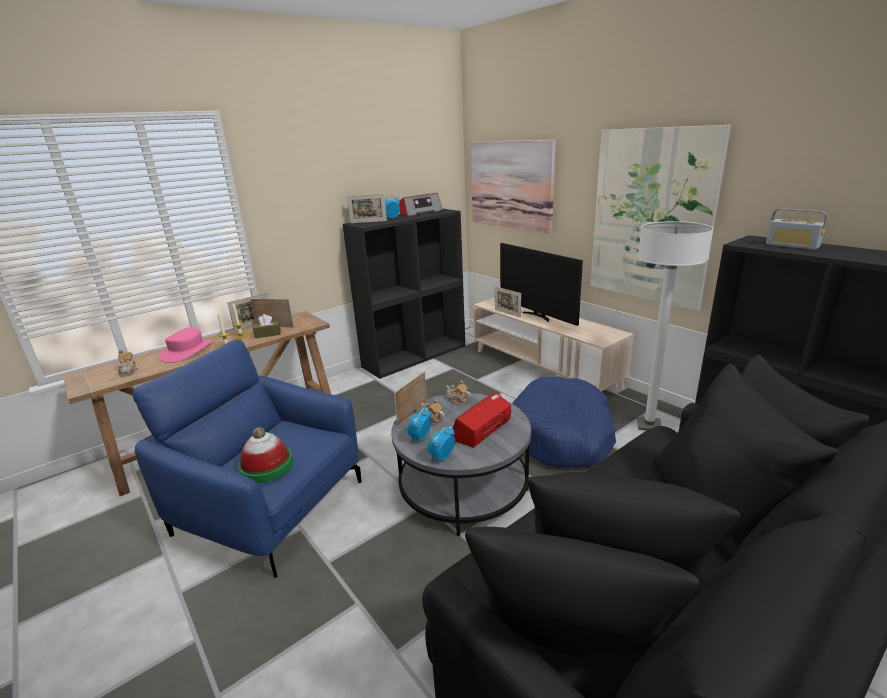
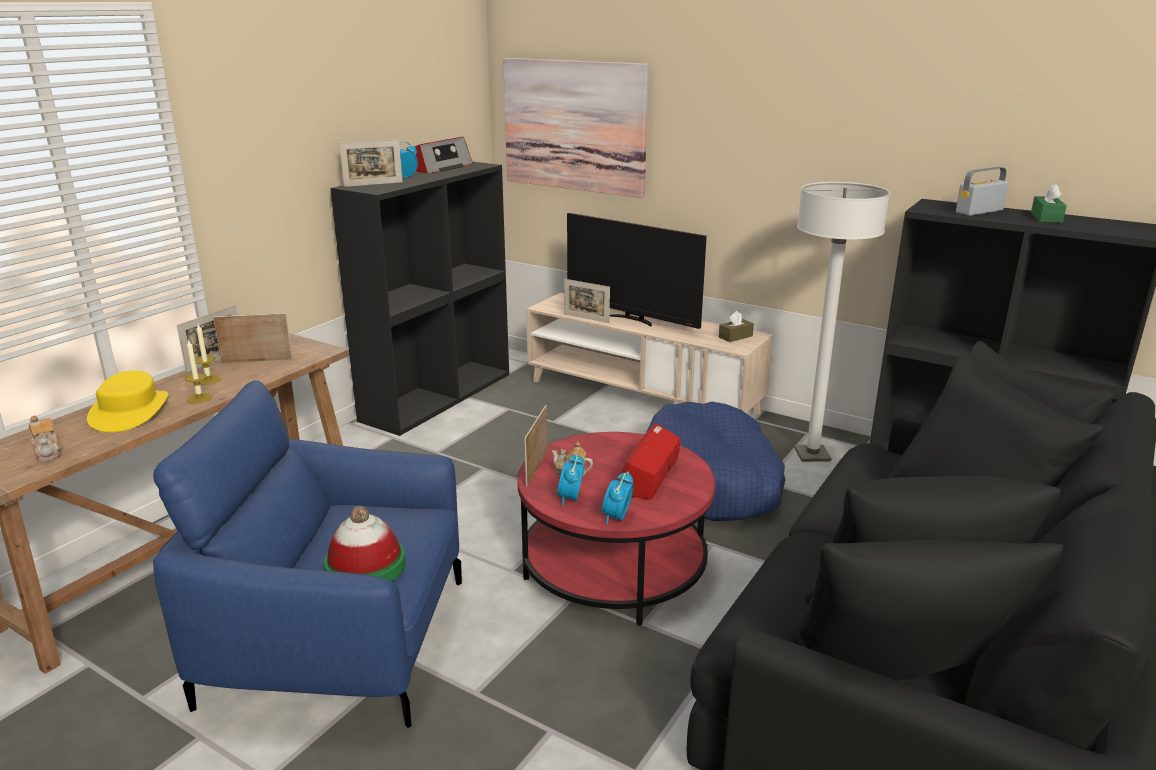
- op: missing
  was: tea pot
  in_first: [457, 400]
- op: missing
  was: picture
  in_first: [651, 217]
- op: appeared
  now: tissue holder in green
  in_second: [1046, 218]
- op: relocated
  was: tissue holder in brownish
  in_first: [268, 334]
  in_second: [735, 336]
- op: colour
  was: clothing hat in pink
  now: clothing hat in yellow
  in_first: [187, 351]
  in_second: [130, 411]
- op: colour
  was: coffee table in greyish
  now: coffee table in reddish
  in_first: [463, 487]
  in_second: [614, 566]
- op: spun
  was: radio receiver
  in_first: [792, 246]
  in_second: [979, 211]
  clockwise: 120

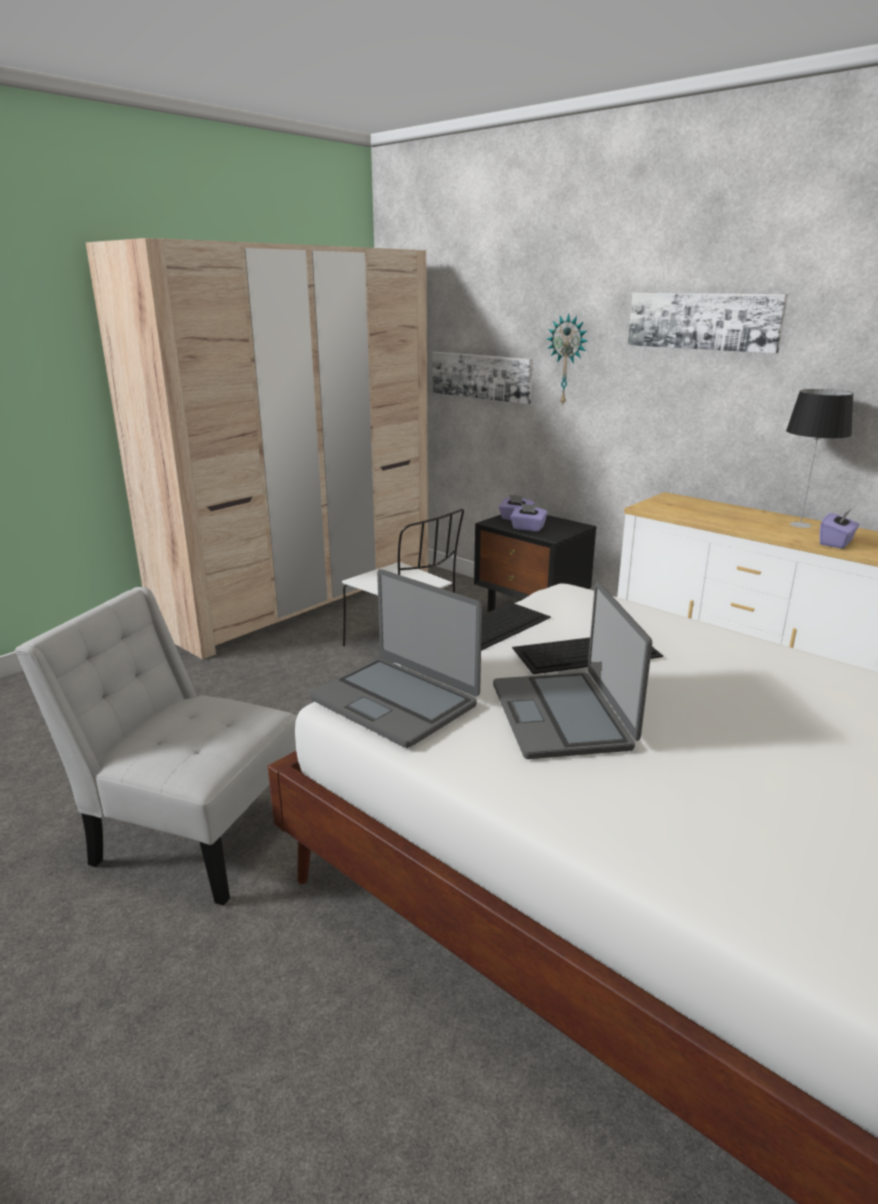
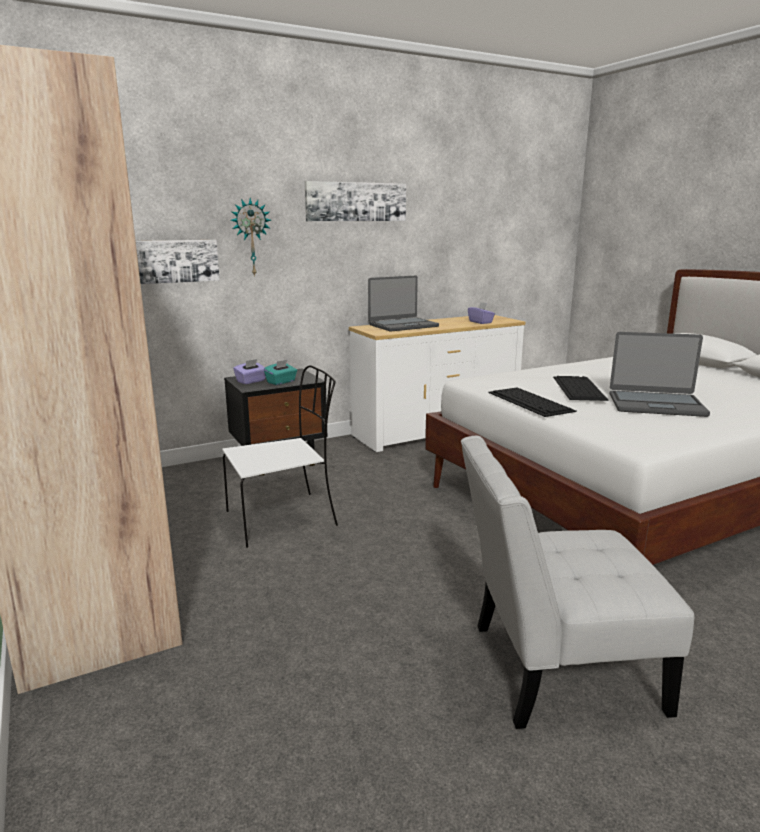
- op: missing
  was: tabletop lamp
  in_first: [799, 525]
- op: relocated
  was: portable computer
  in_first: [395, 701]
  in_second: [403, 325]
- op: colour
  was: tissue holder in purple-coloured
  now: tissue holder in turquoise-coloured
  in_first: [528, 528]
  in_second: [281, 382]
- op: spun
  was: plain chair in white
  in_first: [191, 832]
  in_second: [554, 668]
  clockwise: 45

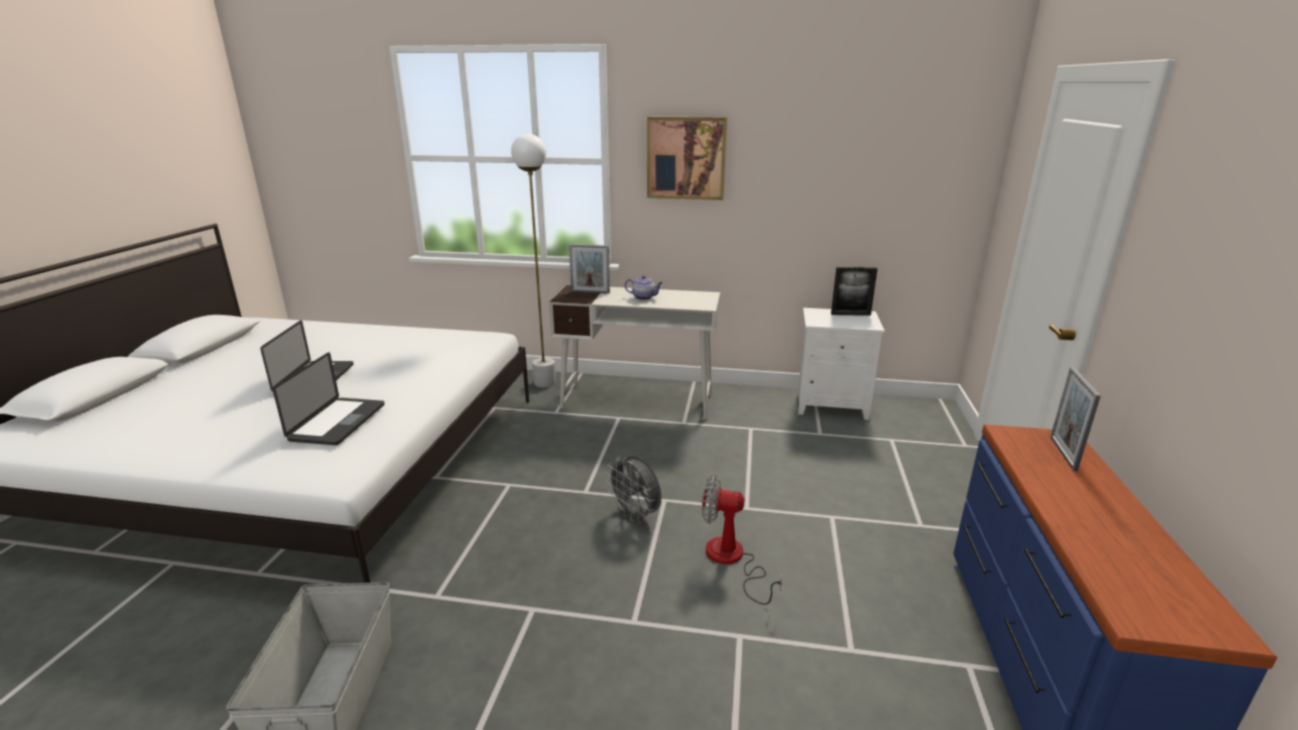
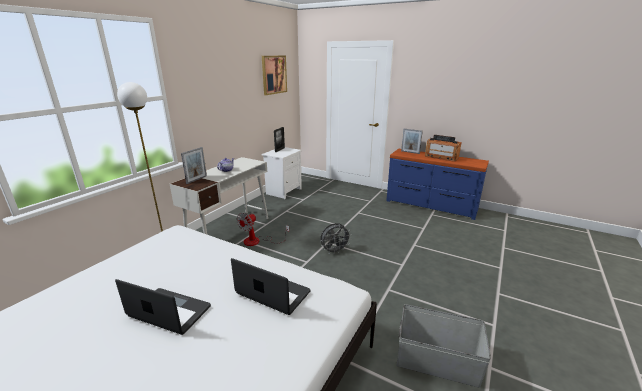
- op: appeared
  now: radio receiver
  in_second: [441, 157]
- op: relocated
  was: picture
  in_first: [686, 158]
  in_second: [274, 74]
- op: relocated
  was: electric fan
  in_first: [732, 560]
  in_second: [257, 241]

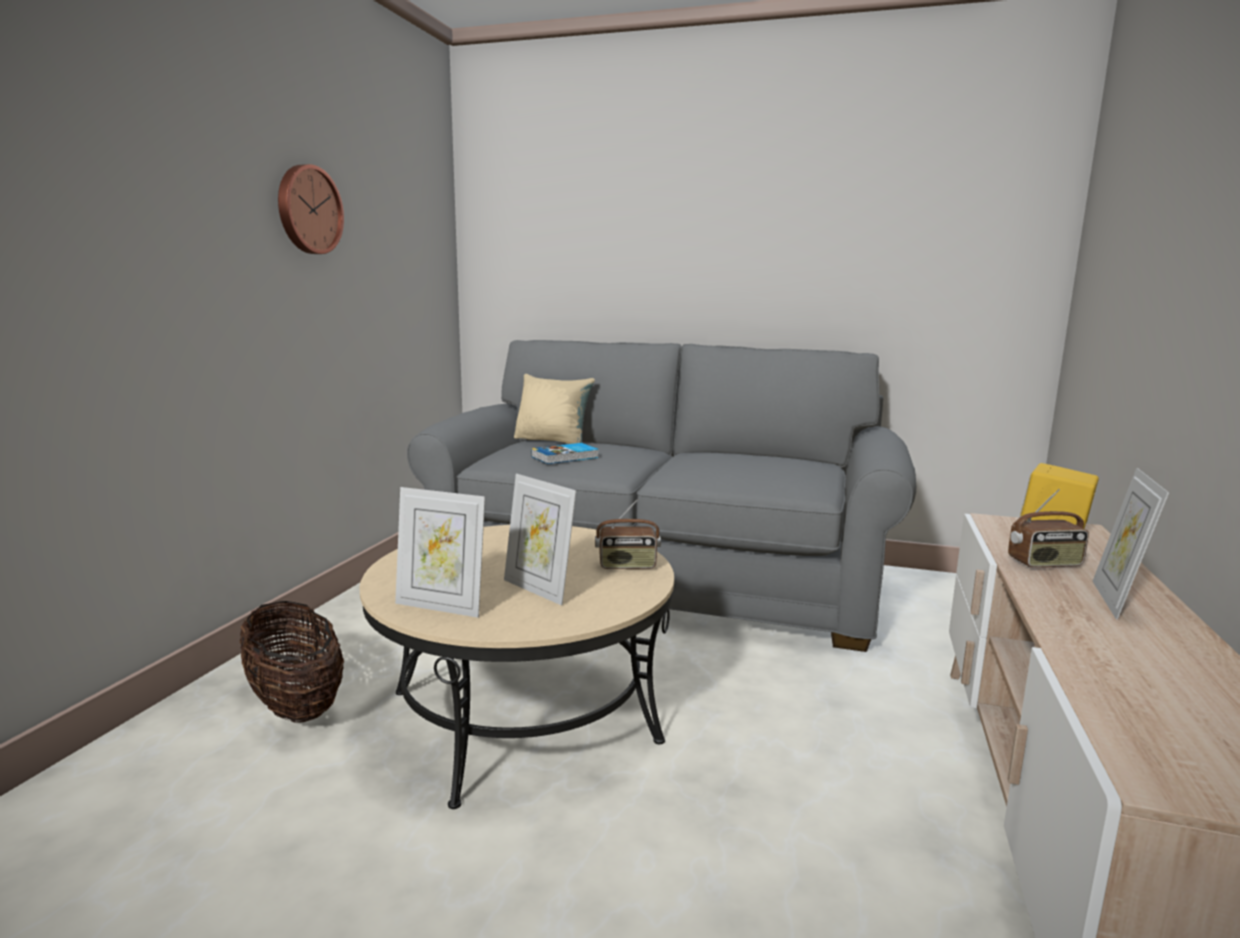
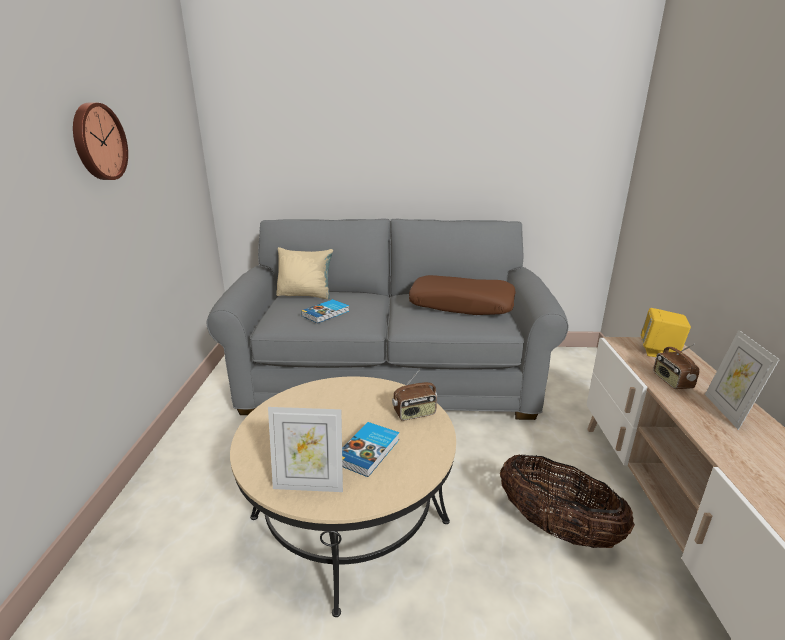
- op: appeared
  now: cushion in brownish
  in_second: [461, 305]
- op: relocated
  was: basket
  in_first: [295, 704]
  in_second: [556, 527]
- op: exchanged
  was: picture frame
  now: volume
  in_first: [538, 589]
  in_second: [369, 451]
- op: spun
  was: radio receiver
  in_first: [1045, 563]
  in_second: [671, 381]
  clockwise: 105

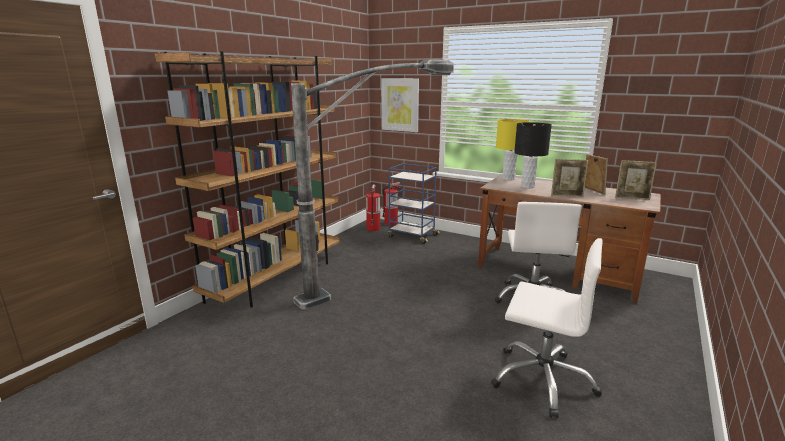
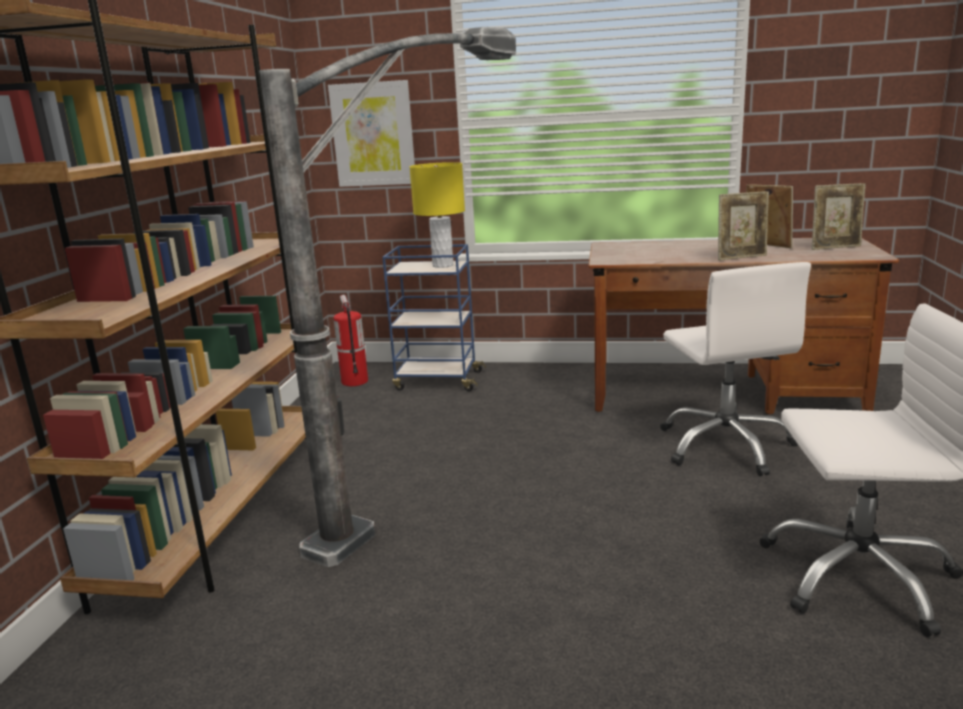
- op: missing
  was: fire extinguisher
  in_first: [391, 223]
- op: missing
  was: tabletop lamp in black
  in_first: [527, 186]
- op: relocated
  was: tabletop lamp in yellow
  in_first: [508, 179]
  in_second: [443, 265]

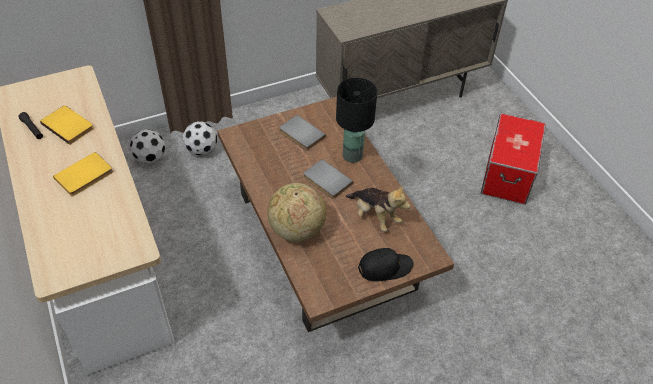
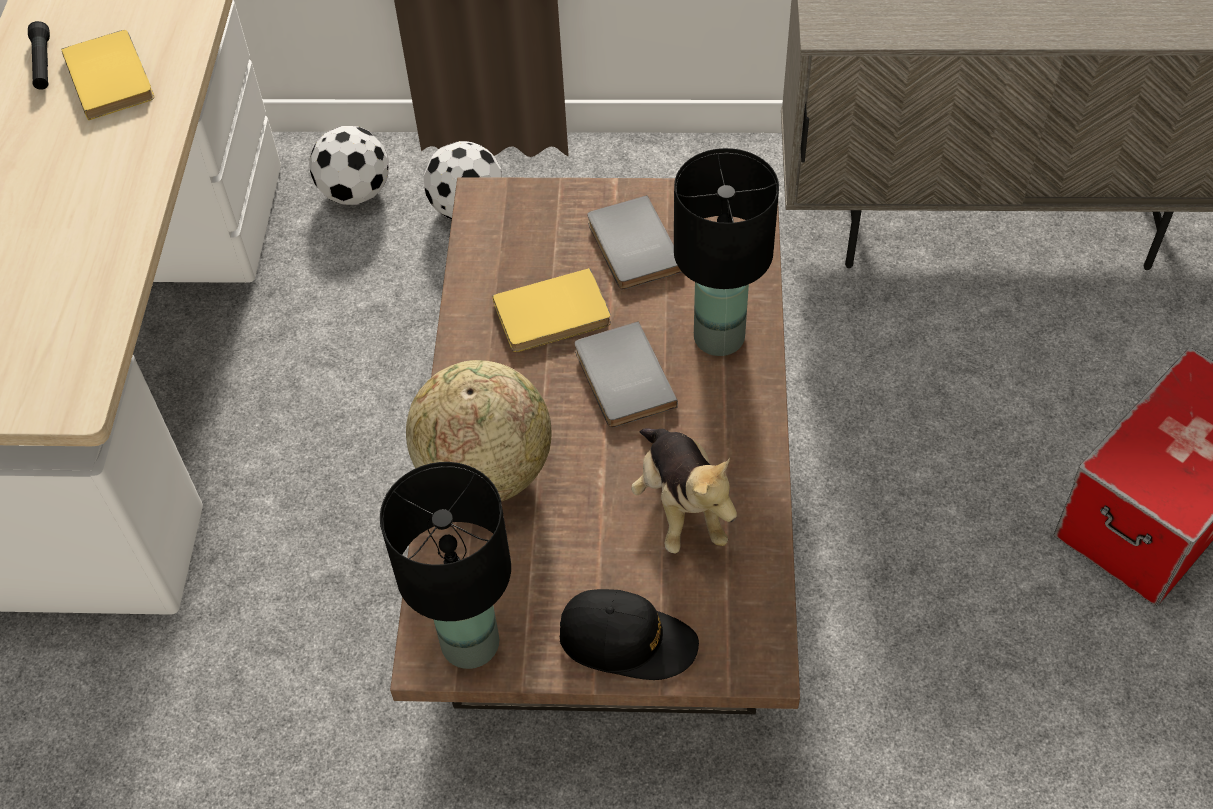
- op: appeared
  now: tabletop lamp in black
  in_second: [468, 643]
- op: relocated
  was: volume in yellow
  in_first: [85, 176]
  in_second: [553, 316]

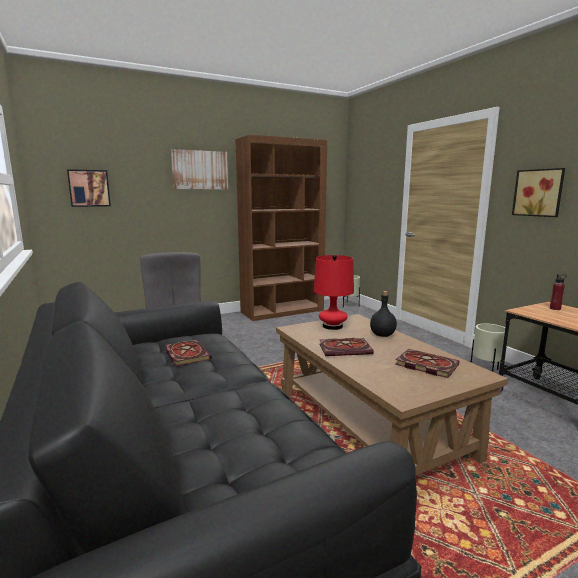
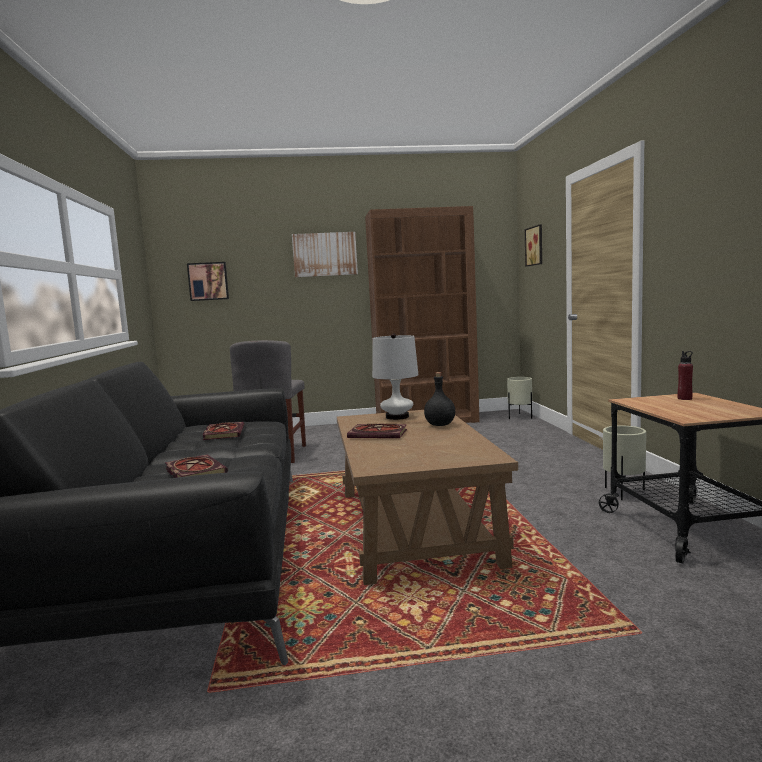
- op: relocated
  was: volume
  in_first: [424, 365]
  in_second: [193, 471]
- op: relocated
  was: picture
  in_first: [539, 192]
  in_second: [535, 246]
- op: colour
  was: tabletop lamp in reddish
  now: tabletop lamp in white
  in_first: [332, 326]
  in_second: [397, 417]

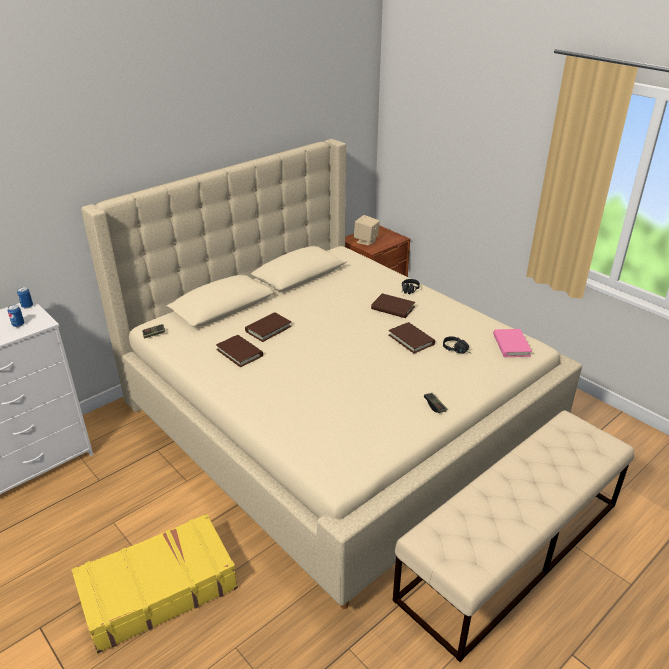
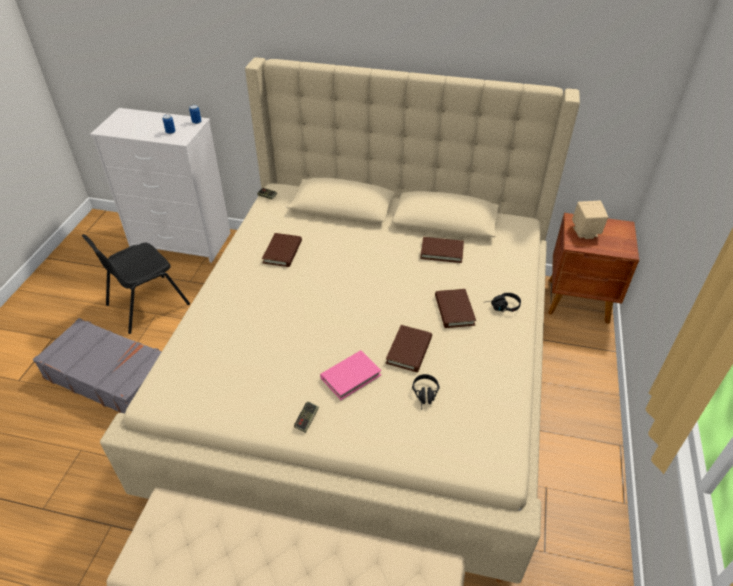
- op: appeared
  now: plain chair in black
  in_second: [146, 304]
- op: relocated
  was: volume in brownish
  in_first: [268, 329]
  in_second: [442, 251]
- op: relocated
  was: volume in pink
  in_first: [511, 345]
  in_second: [350, 376]
- op: colour
  was: suitcase in yellow
  now: suitcase in greyish
  in_first: [158, 589]
  in_second: [110, 375]

